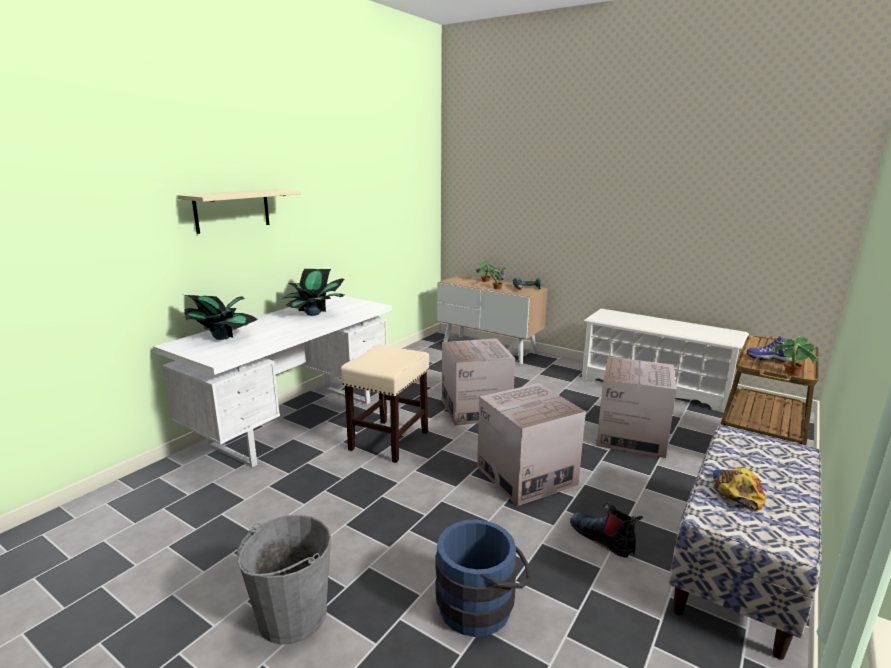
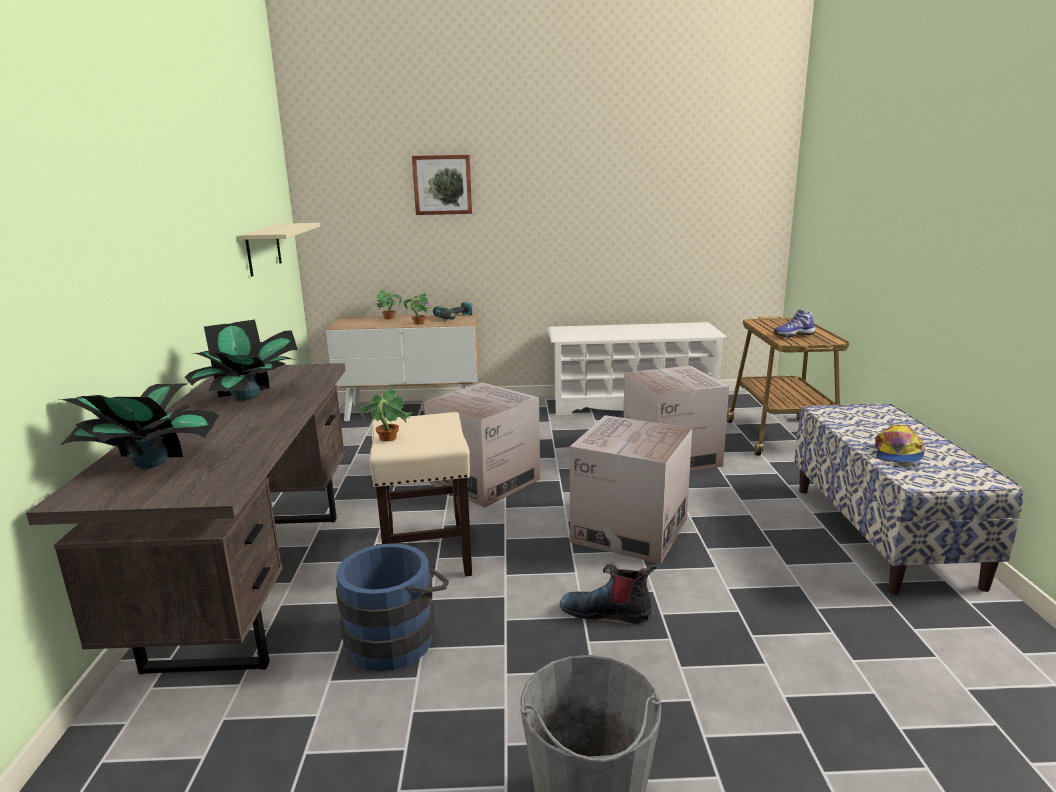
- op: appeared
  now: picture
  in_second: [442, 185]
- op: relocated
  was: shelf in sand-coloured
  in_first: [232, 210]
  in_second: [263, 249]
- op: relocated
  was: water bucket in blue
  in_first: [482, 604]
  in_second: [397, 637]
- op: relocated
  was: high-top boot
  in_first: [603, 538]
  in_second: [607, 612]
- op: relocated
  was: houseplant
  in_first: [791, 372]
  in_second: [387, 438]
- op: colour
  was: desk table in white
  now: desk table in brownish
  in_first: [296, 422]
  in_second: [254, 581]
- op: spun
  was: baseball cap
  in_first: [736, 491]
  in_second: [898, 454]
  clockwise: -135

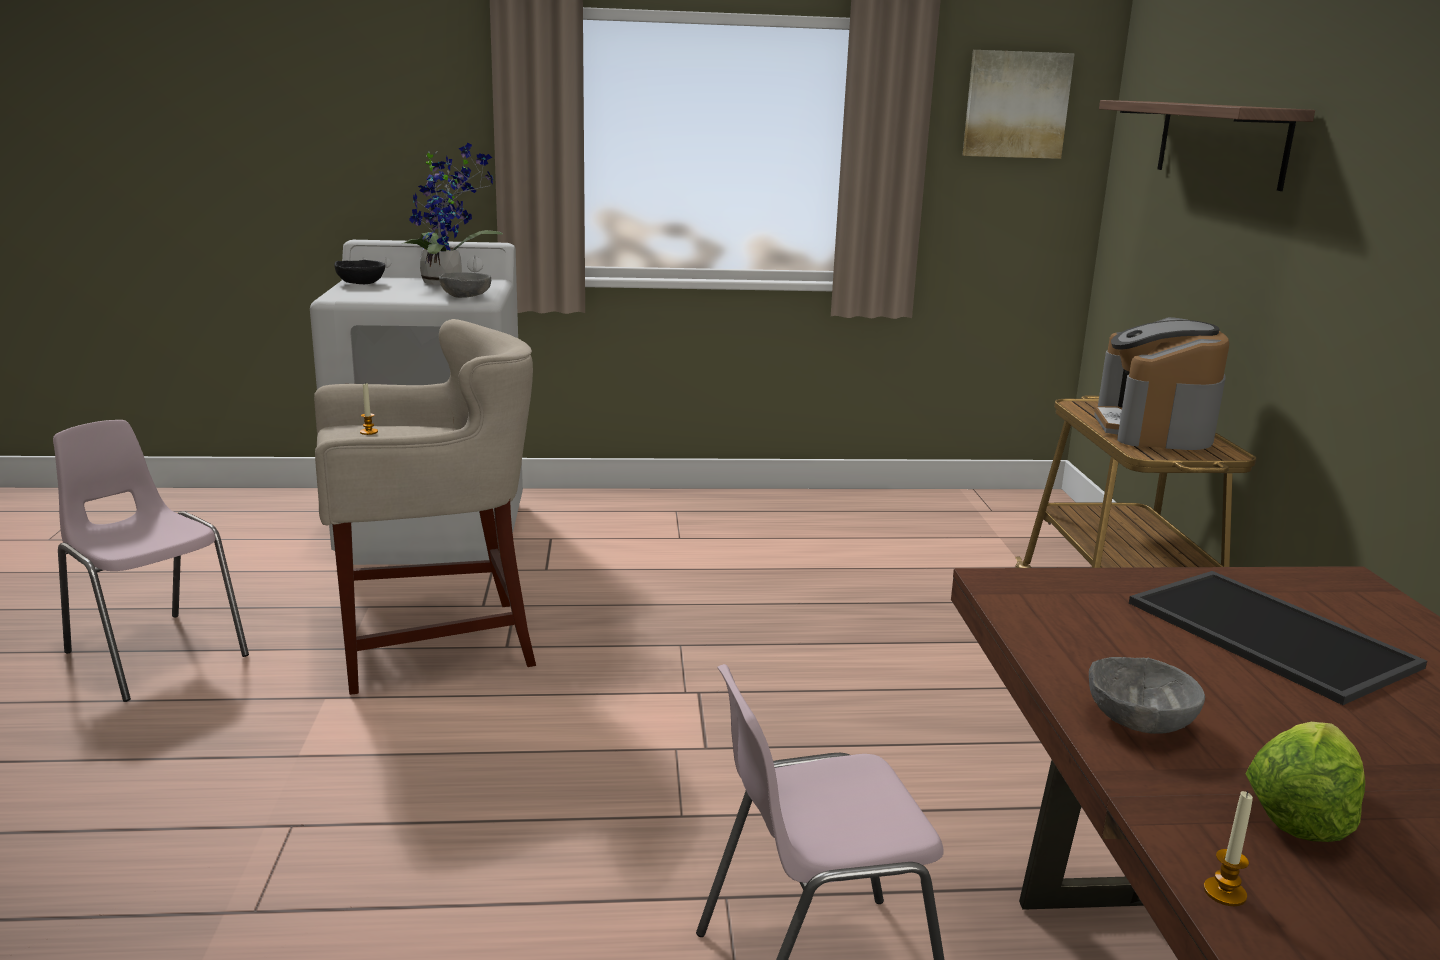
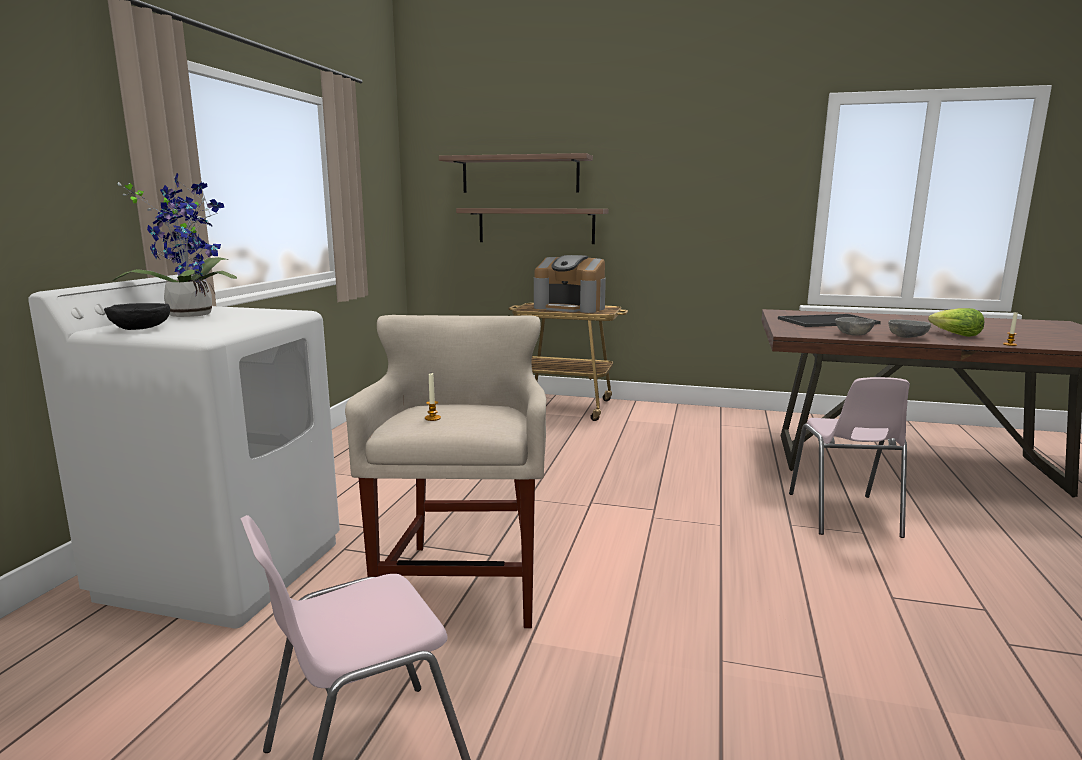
- op: missing
  was: picture
  in_first: [1016, 104]
- op: appeared
  now: shelf
  in_second: [536, 225]
- op: relocated
  was: deep dish in greyish
  in_first: [465, 297]
  in_second: [853, 334]

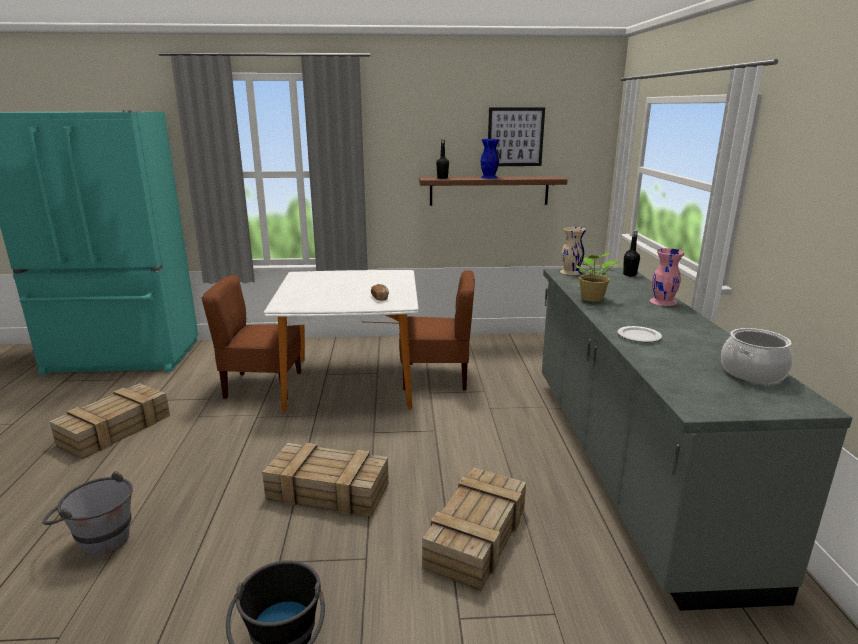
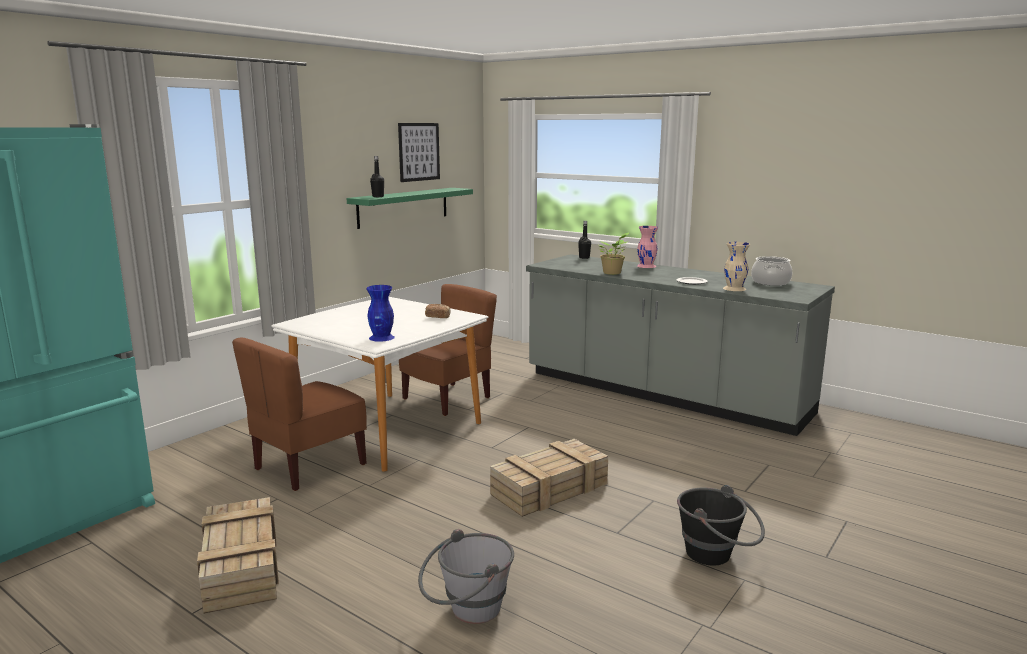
- op: missing
  was: crate
  in_first: [476, 538]
- op: relocated
  was: decorative vase in blue
  in_first: [489, 177]
  in_second: [381, 338]
- op: relocated
  was: decorative vase in sand-coloured
  in_first: [571, 272]
  in_second: [734, 288]
- op: colour
  was: shelf in brownish
  now: shelf in green
  in_first: [489, 190]
  in_second: [403, 207]

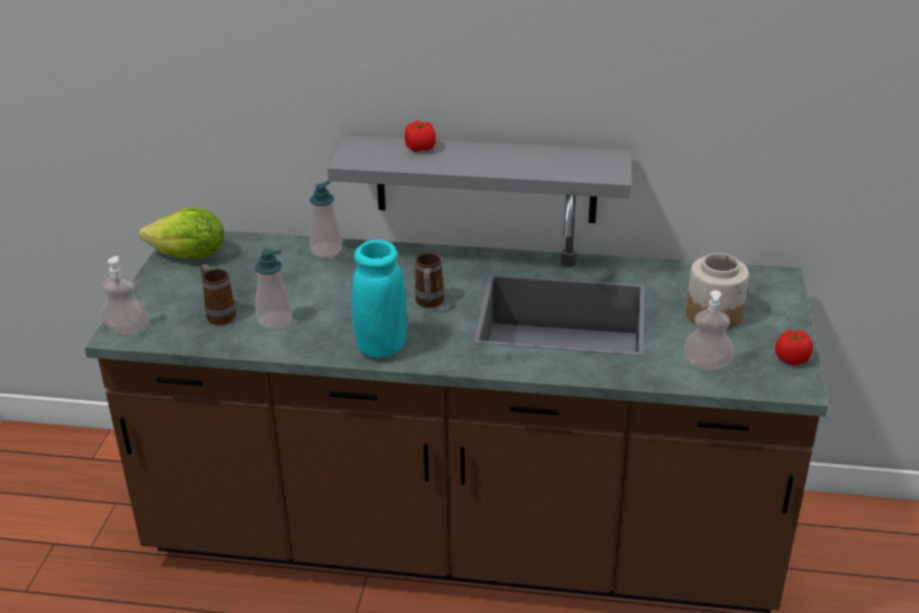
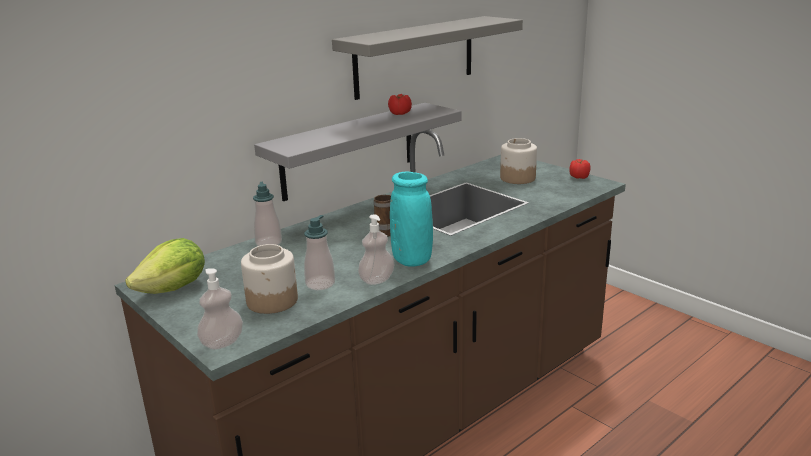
- op: appeared
  now: shelf in greyish
  in_second: [415, 56]
- op: relocated
  was: whole tomato
  in_first: [420, 148]
  in_second: [399, 113]
- op: relocated
  was: soap dispenser
  in_first: [706, 365]
  in_second: [377, 280]
- op: exchanged
  was: mug
  now: storage jar
  in_first: [218, 314]
  in_second: [273, 301]

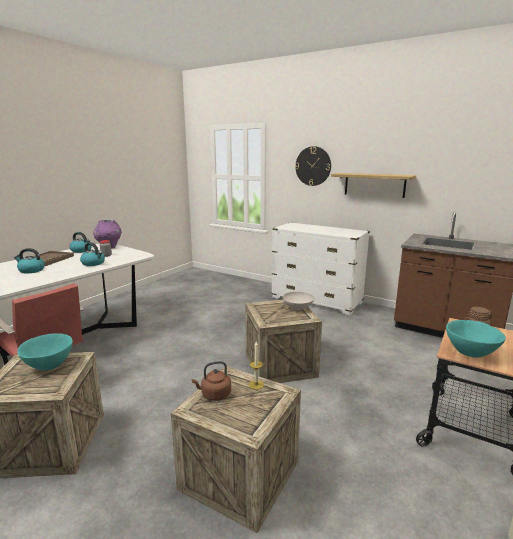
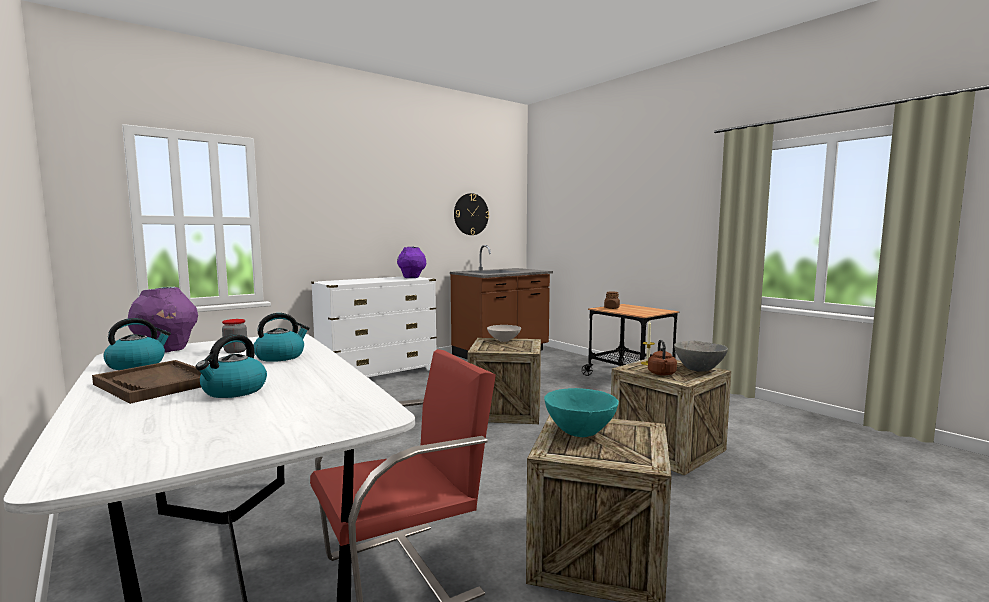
- op: missing
  was: shelf
  in_first: [374, 185]
- op: missing
  was: deep dish in turquoise-coloured
  in_first: [470, 353]
- op: appeared
  now: decorative vase in purple-coloured
  in_second: [412, 277]
- op: appeared
  now: deep dish in greyish
  in_second: [699, 370]
- op: relocated
  was: clock on the wall
  in_first: [313, 166]
  in_second: [471, 214]

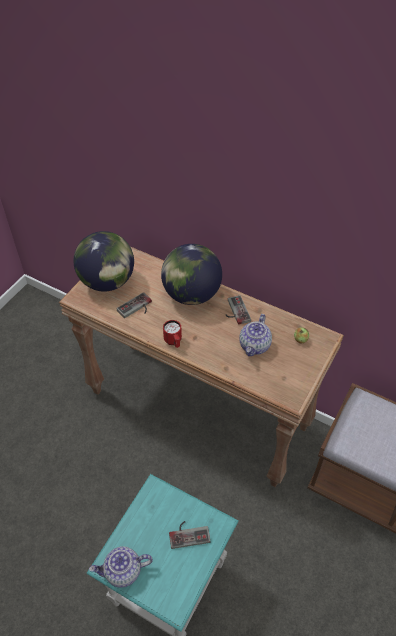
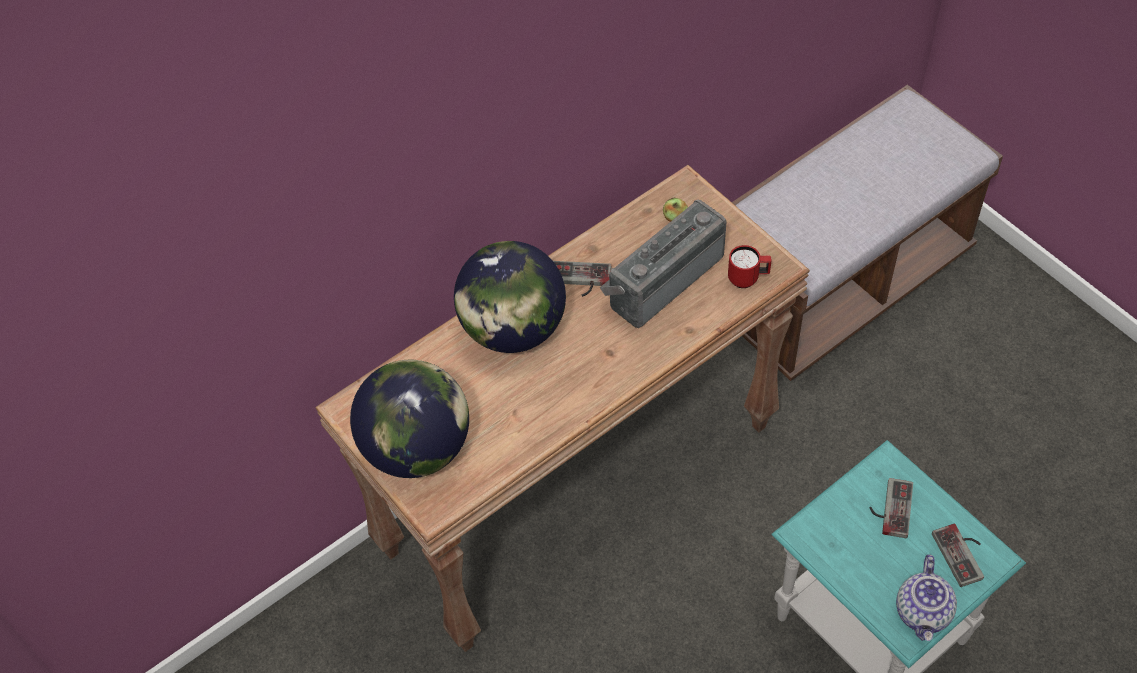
- op: relocated
  was: game controller
  in_first: [136, 308]
  in_second: [964, 554]
- op: relocated
  was: mug in reddish
  in_first: [173, 342]
  in_second: [748, 278]
- op: exchanged
  was: tea pot
  now: radio receiver
  in_first: [255, 346]
  in_second: [662, 278]

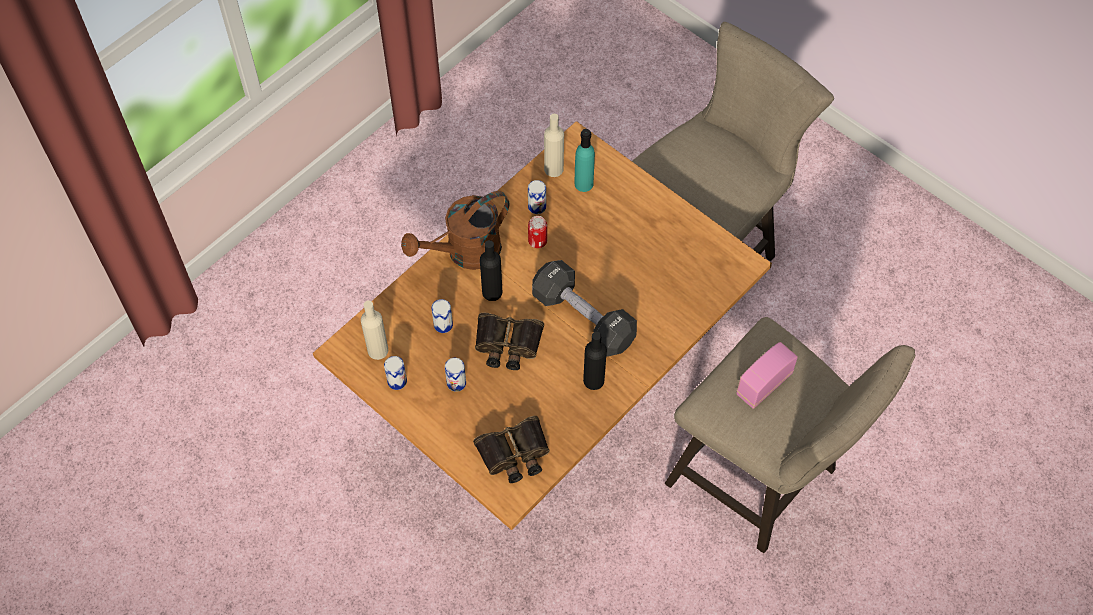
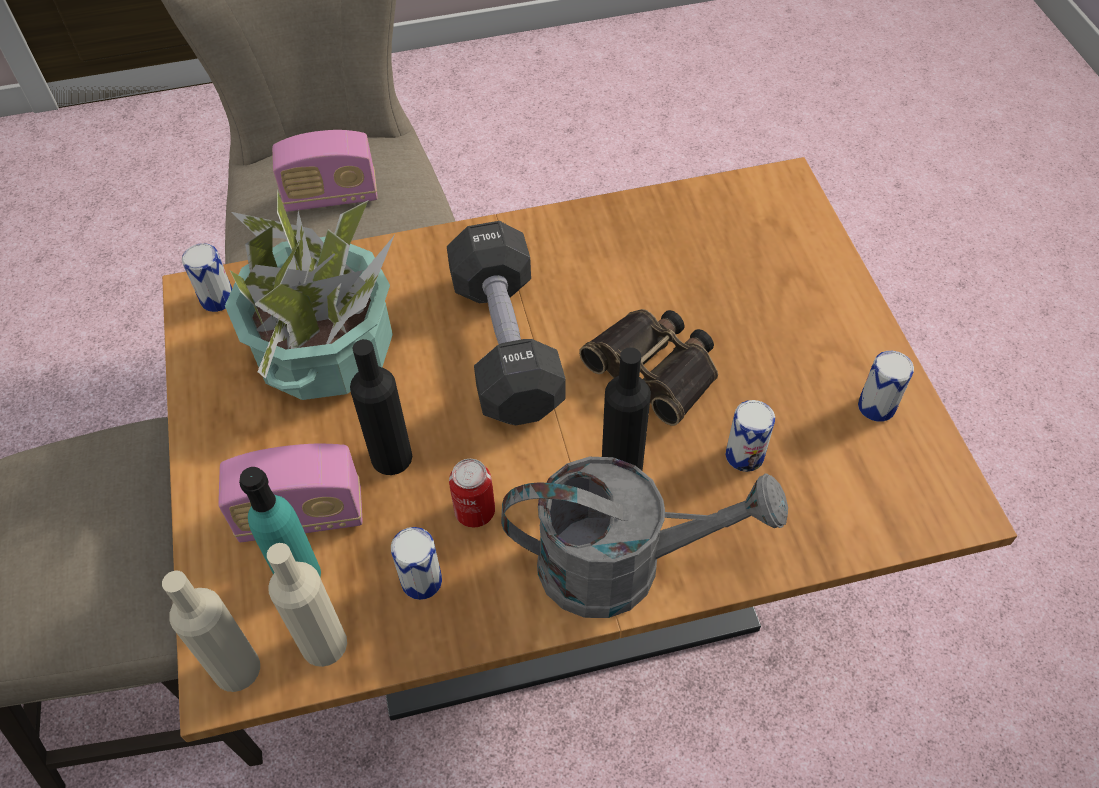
- op: missing
  was: pair of binoculars
  in_first: [514, 454]
- op: appeared
  now: radio receiver
  in_second: [301, 516]
- op: appeared
  now: houseplant
  in_second: [325, 351]
- op: relocated
  was: drink bottle in sand-coloured
  in_first: [378, 350]
  in_second: [236, 669]
- op: relocated
  was: can
  in_first: [456, 383]
  in_second: [217, 299]
- op: relocated
  was: drink bottle in black
  in_first: [593, 380]
  in_second: [391, 457]
- op: colour
  was: sprinkling can in brownish
  now: sprinkling can in greyish
  in_first: [465, 253]
  in_second: [622, 565]

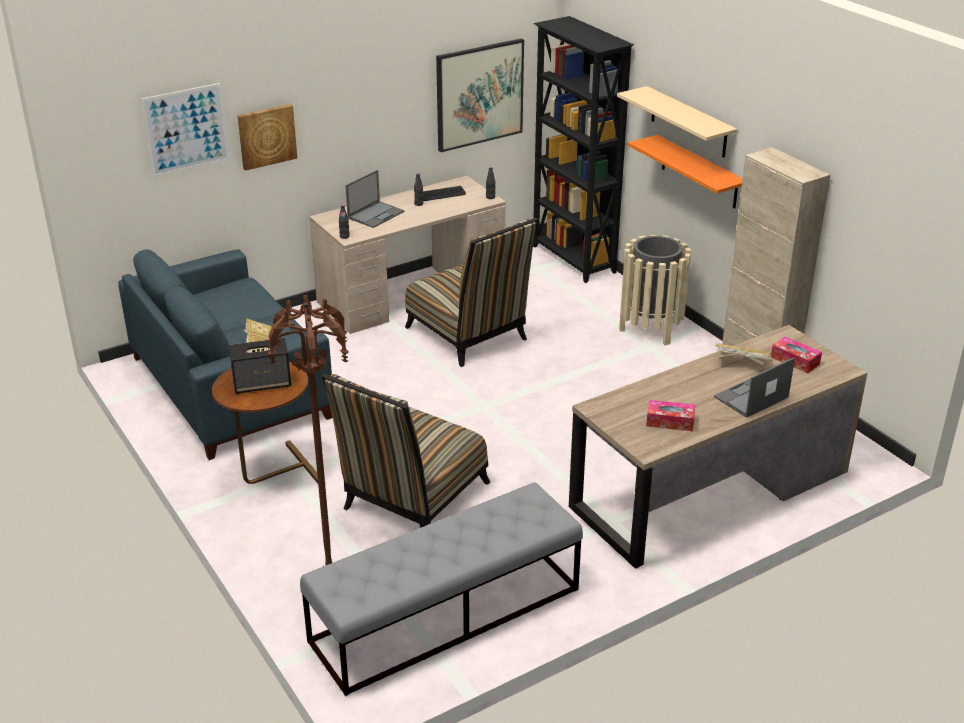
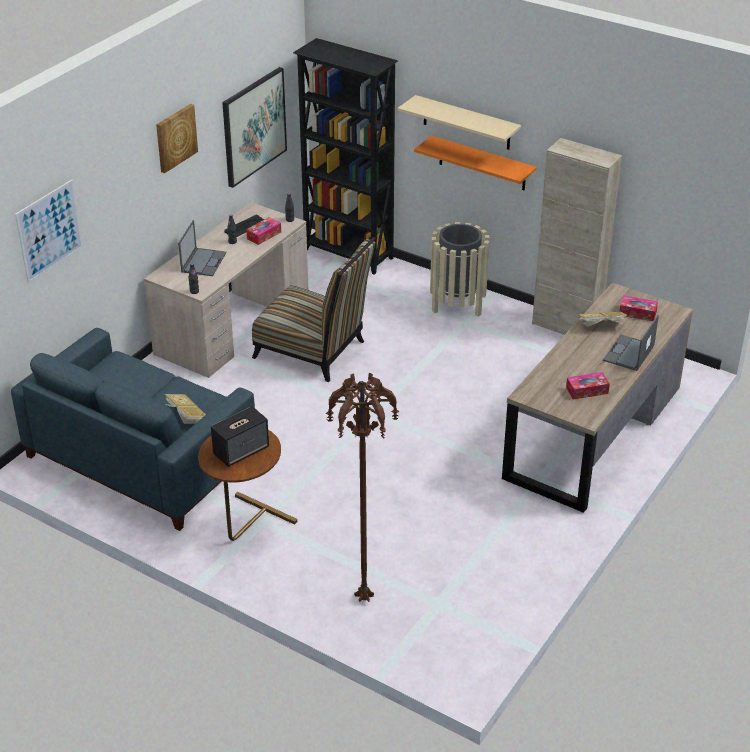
- op: missing
  was: indoor bench in greyish
  in_first: [445, 615]
- op: missing
  was: plain chair
  in_first: [411, 500]
- op: appeared
  now: tissue holder
  in_second: [264, 235]
- op: relocated
  was: picture
  in_first: [266, 136]
  in_second: [175, 137]

